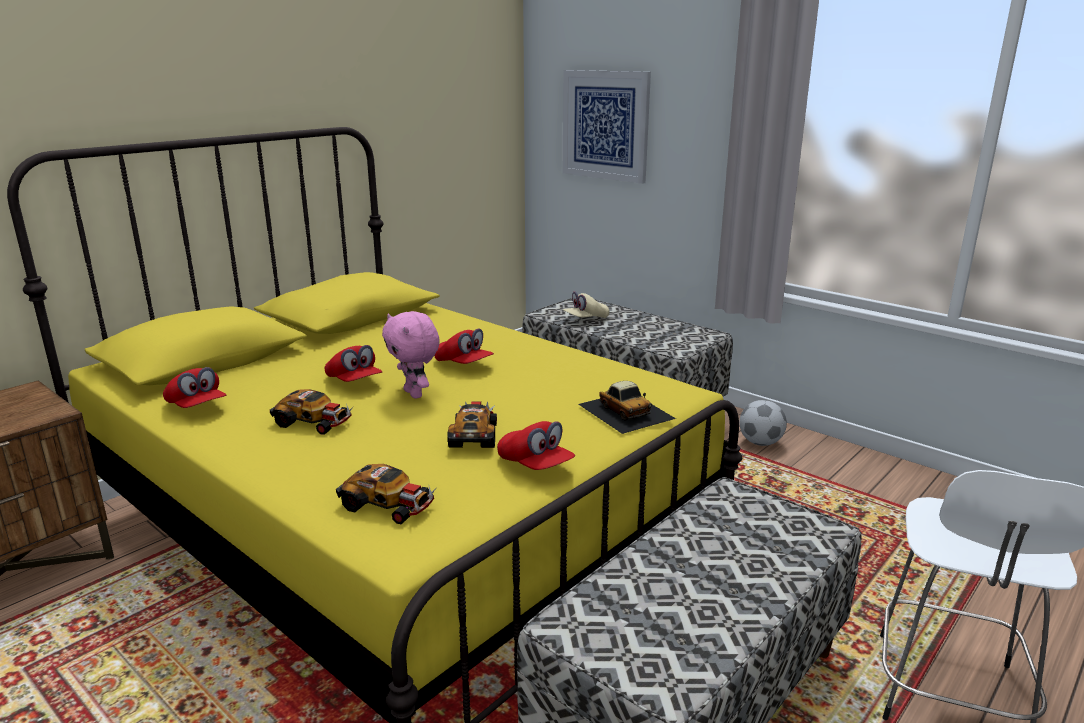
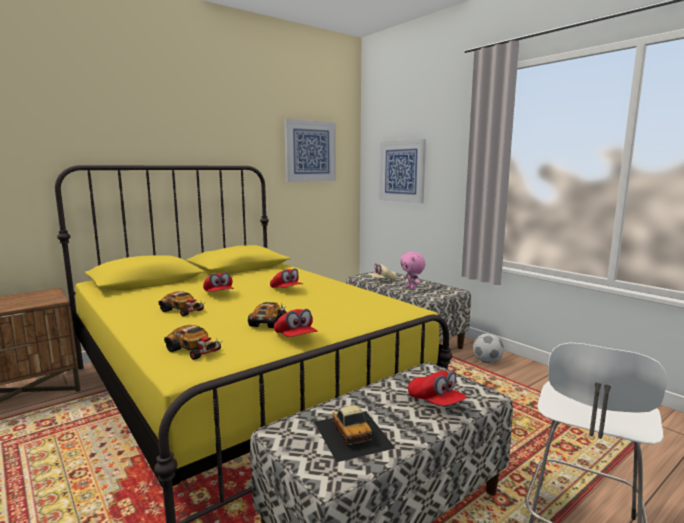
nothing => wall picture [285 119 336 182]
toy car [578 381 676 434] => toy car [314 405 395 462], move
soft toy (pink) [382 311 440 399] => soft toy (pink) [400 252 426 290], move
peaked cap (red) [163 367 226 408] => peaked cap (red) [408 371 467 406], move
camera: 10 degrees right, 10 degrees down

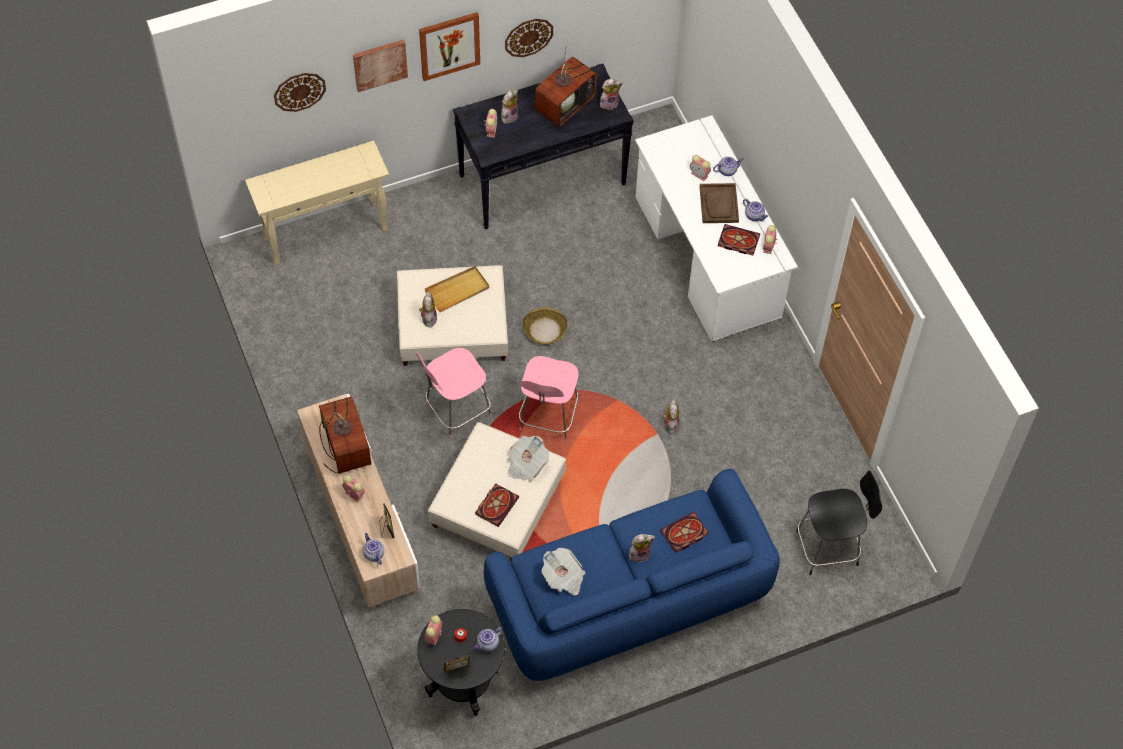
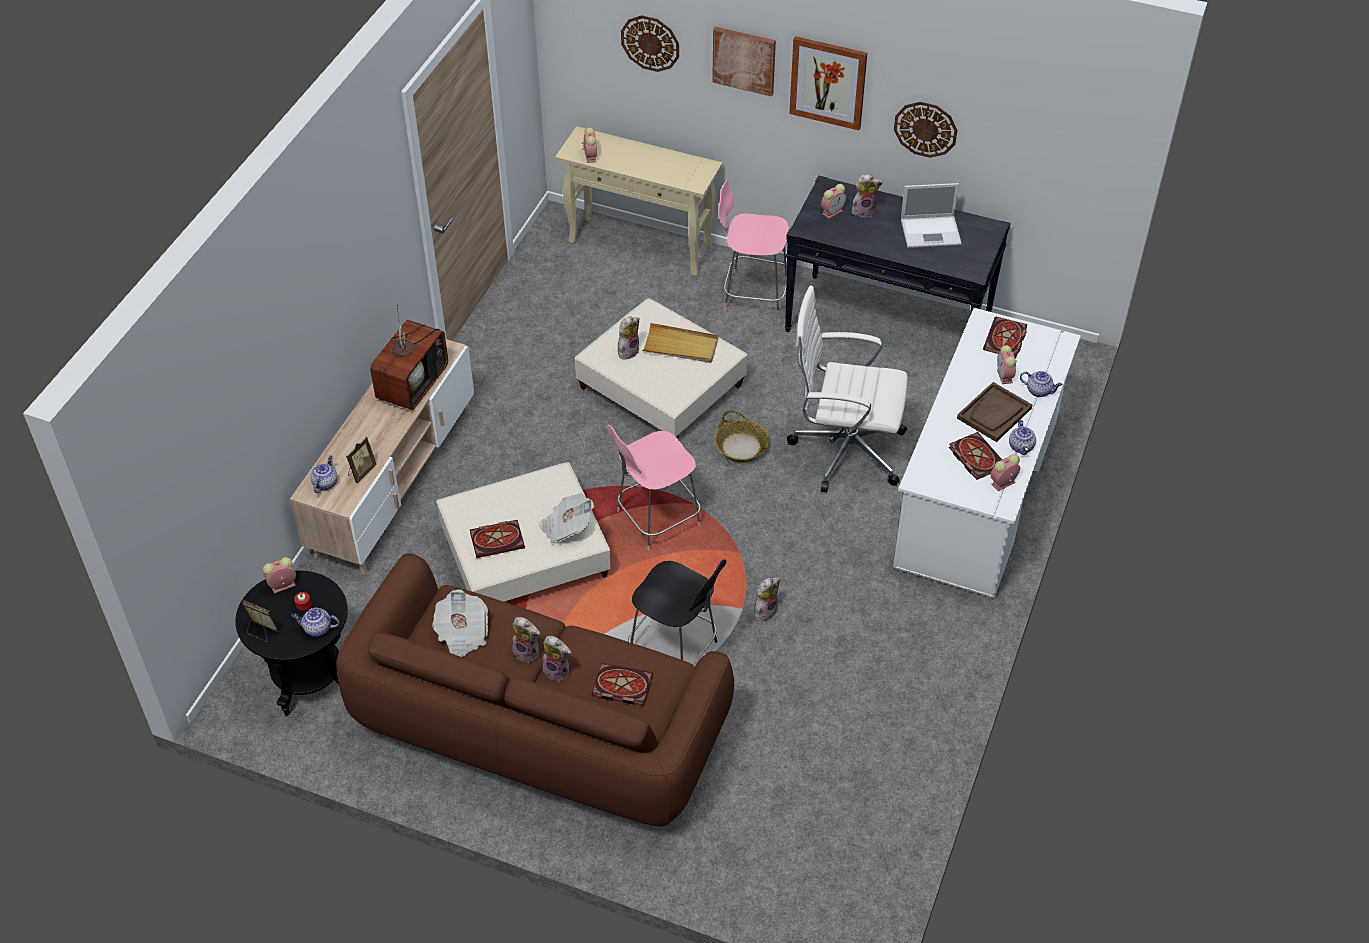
sofa (bluish) [484 469 780 681] => sofa (brown) [336 553 734 828]
soft toy [600 79 623 110] => soft toy [512 617 540 663], move
bedside clock [342 475 365 502] => bedside clock [582 127 597 163], move
sitting stool (black) [796 471 882 575] => sitting stool (black) [628 559 726 666], move
sitting stool (pink) [416 348 492 439] => sitting stool (pink) [718 179 789 317], move
nothing => office chair (whitish) [787 286 908 492]
TV [535 49 597 126] => notebook computer [901 183 962 248]
nothing => book [983 317 1028 358]
camera: 45 degrees right, 10 degrees down

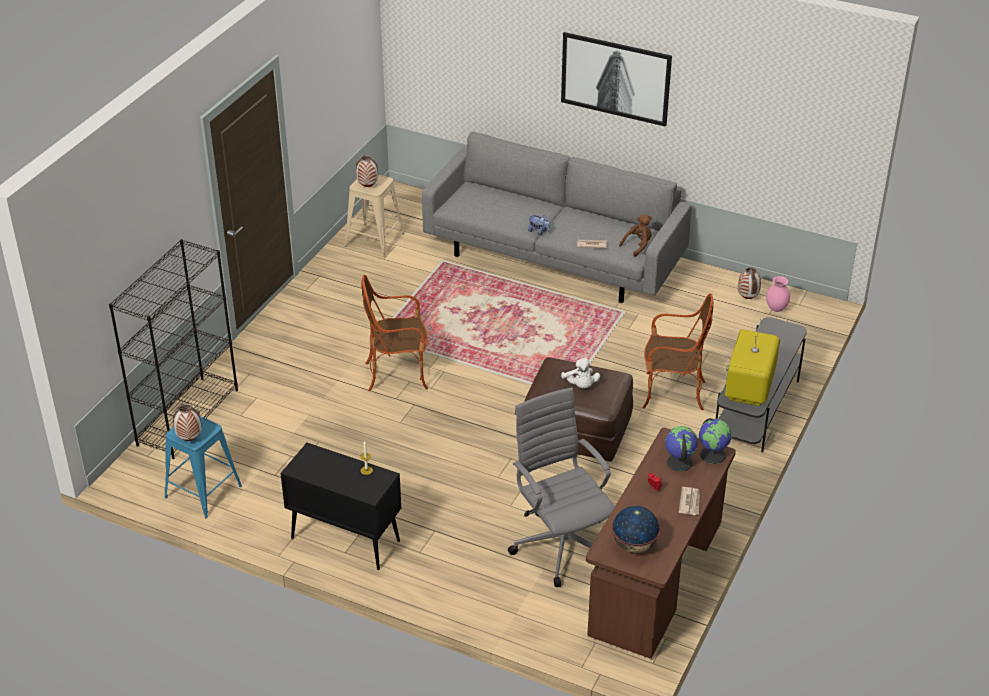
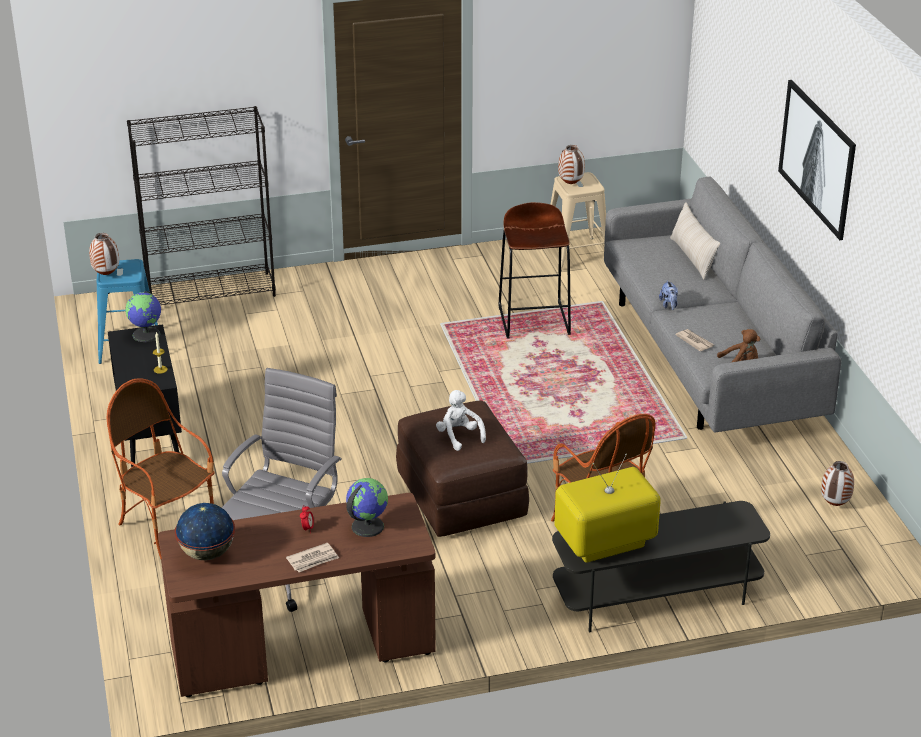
lounge chair [361 275 428 391] => lounge chair [107 378 214 559], move
world globe [699 418 732 464] => world globe [125 291 161 342], move
soft toy (whitish) [561 357 600 388] => soft toy (whitish) [436 390 486 451], 120 degrees clockwise
nothing => sitting stool (brown) [499 202 571 339]
nothing => throw pillow (sand-coloured) [670 202 720 279]
decorative vase (pink) [766 276 790 312] => nothing
camera: 50 degrees right, 5 degrees down

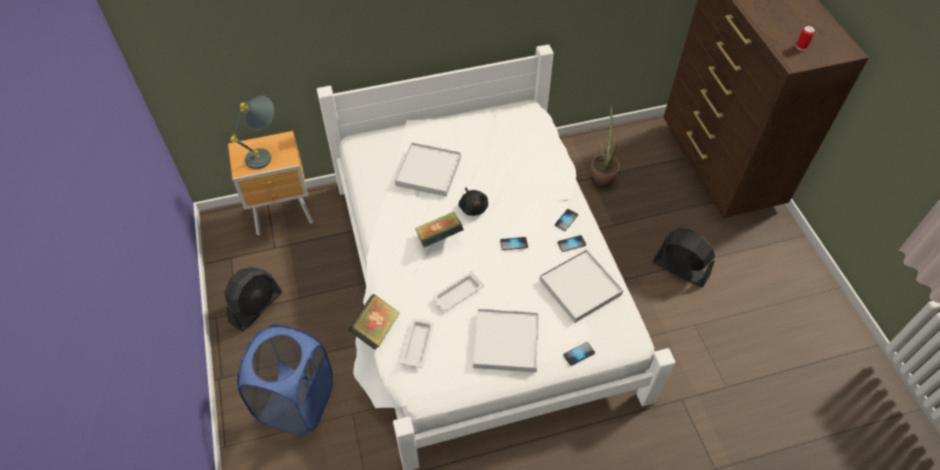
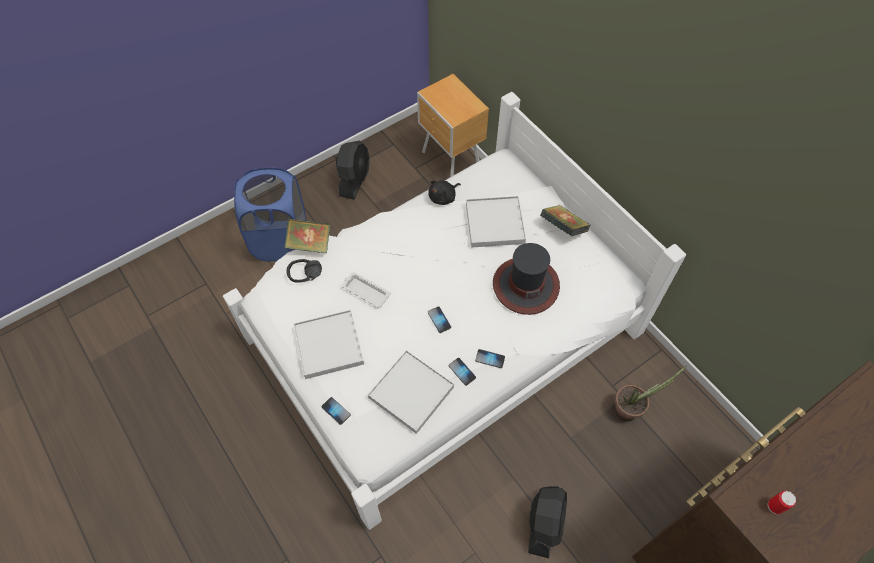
carrying tray (whitish) [400 318 434 368] => headset (black) [286 259 322 283]
electric fan (black) [224 267 282 332] => electric fan (black) [336 140 370 200], 90 degrees counterclockwise
soft toy (black) [459 188 488 216] => soft toy (black) [428 180 461 205], move
nothing => hat [493 243 560 315]
book [415 212 464 247] => book [540 205 590 236], move
table lamp (gray) [230 96 274 169] => nothing
camera: 70 degrees right, 5 degrees up

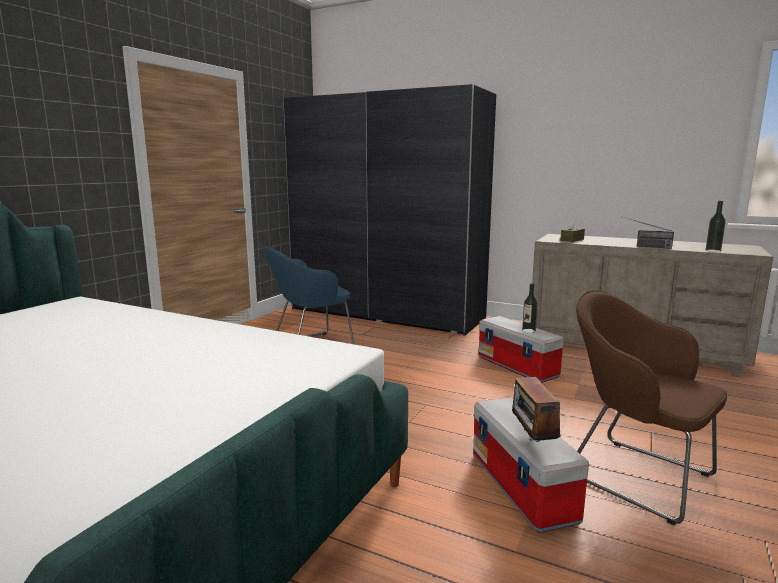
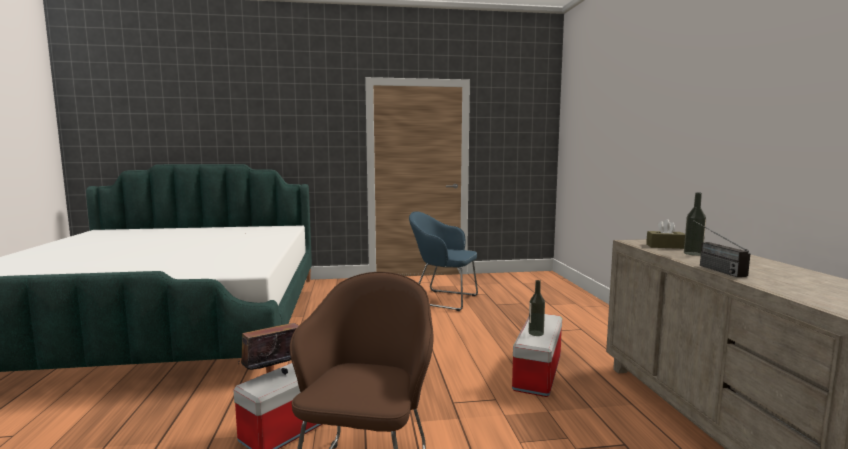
bottle [706 201 726 252] => bottle [684 193 706 256], move
armoire (gray) [283 84 496 336] => nothing
camera: 55 degrees right, 5 degrees down

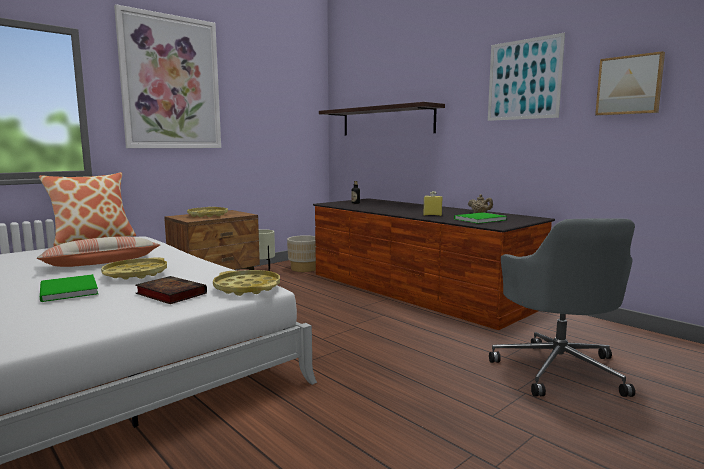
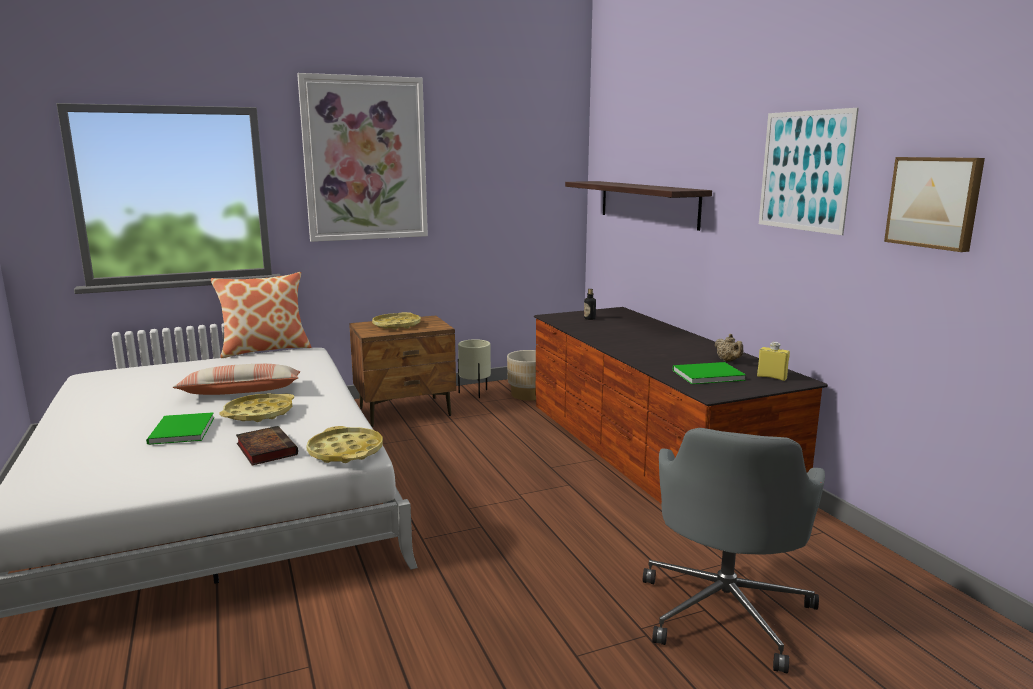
bottle (yellow-coloured) [423 191 443 216] => bottle (yellow-coloured) [757 342 790 381], move
camera: 20 degrees right, 5 degrees up

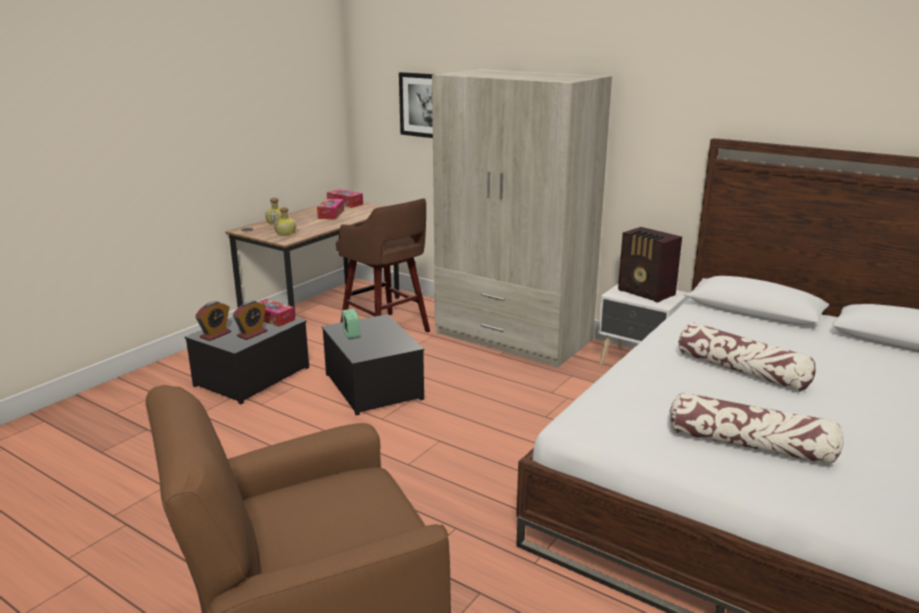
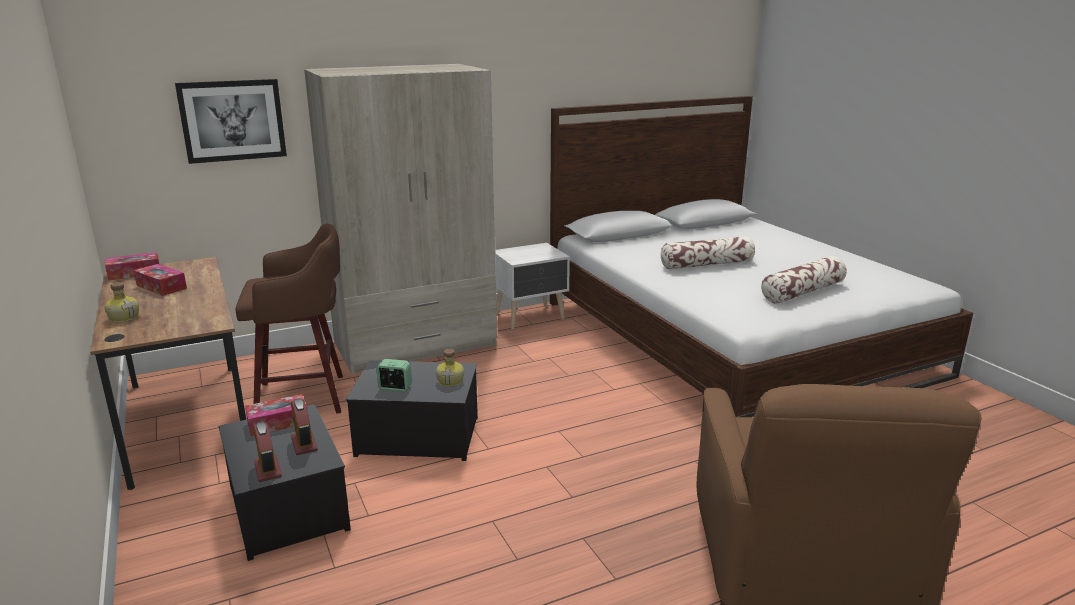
bottle [274 207 296 235] => bottle [436 349 464 387], move
radio receiver [618 227 682 303] => nothing
camera: 60 degrees left, 0 degrees up

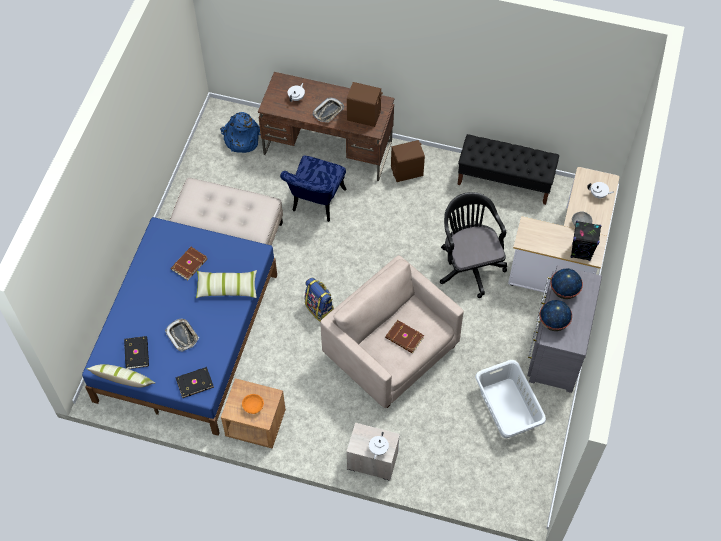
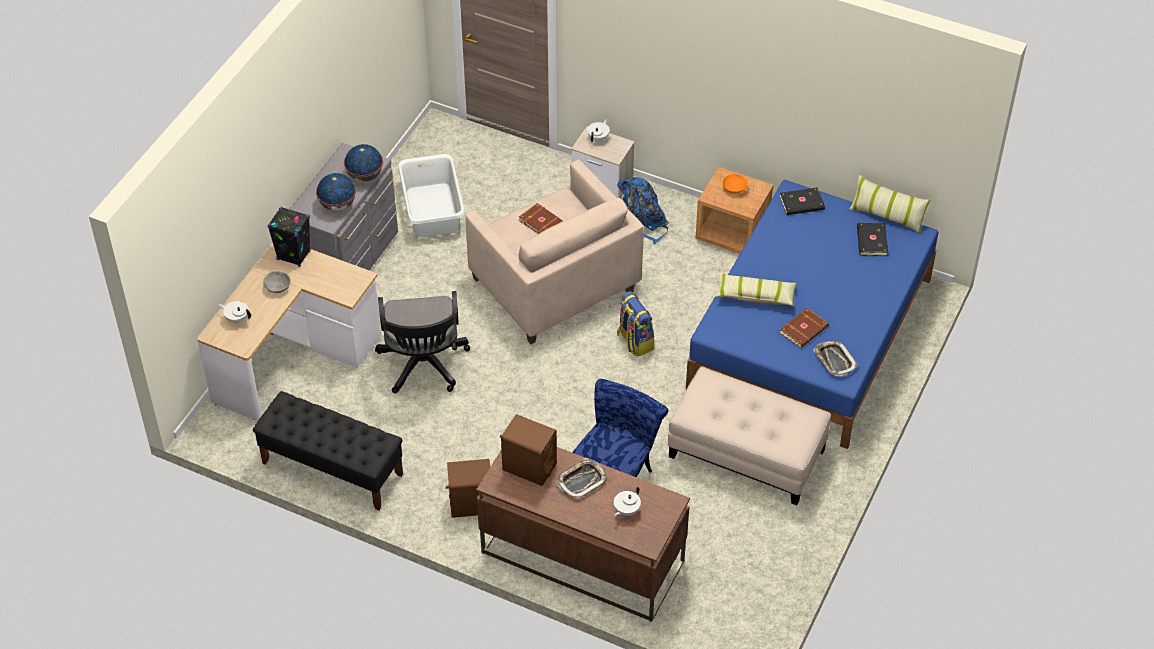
rucksack (bluish) [220 112 261 153] => rucksack (bluish) [617 177 669 244], move
carrying tray [165 319 199 352] => carrying tray [814 340 858 377], move
camera: 170 degrees left, 10 degrees down

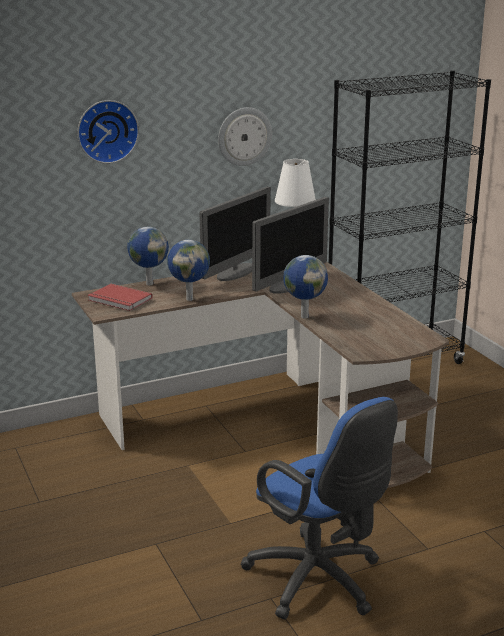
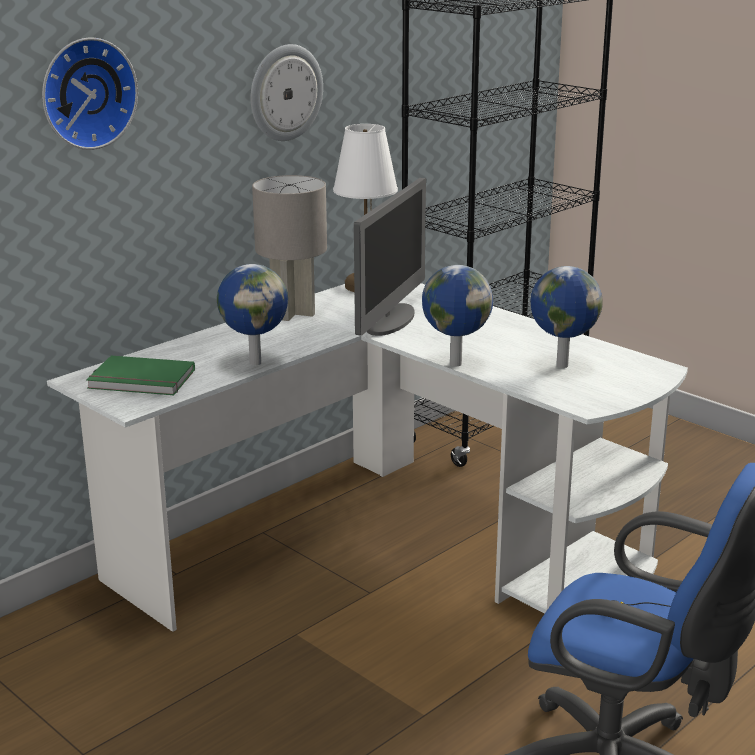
desk table (brown) [72 262 449 488] => desk table (whitish) [47 283 688 632]
book (red) [87 284 153 311] => book (green-coloured) [86 356 195 395]
computer screen [200 187 271 281] => table lamp (gray) [252 175 327 321]
world globe [127 227 169 285] => world globe [530 266 603 368], move
camera: 20 degrees left, 0 degrees up

